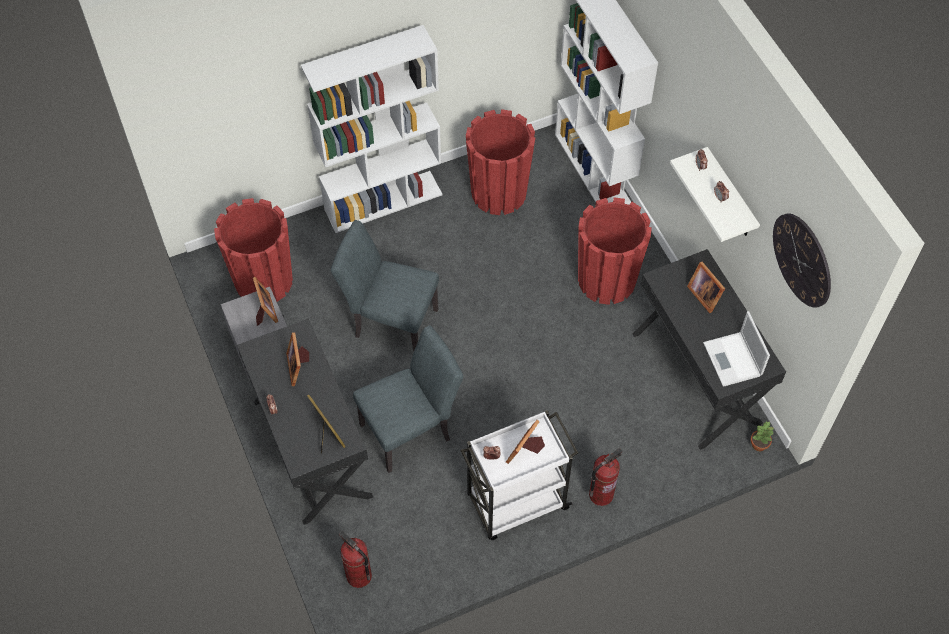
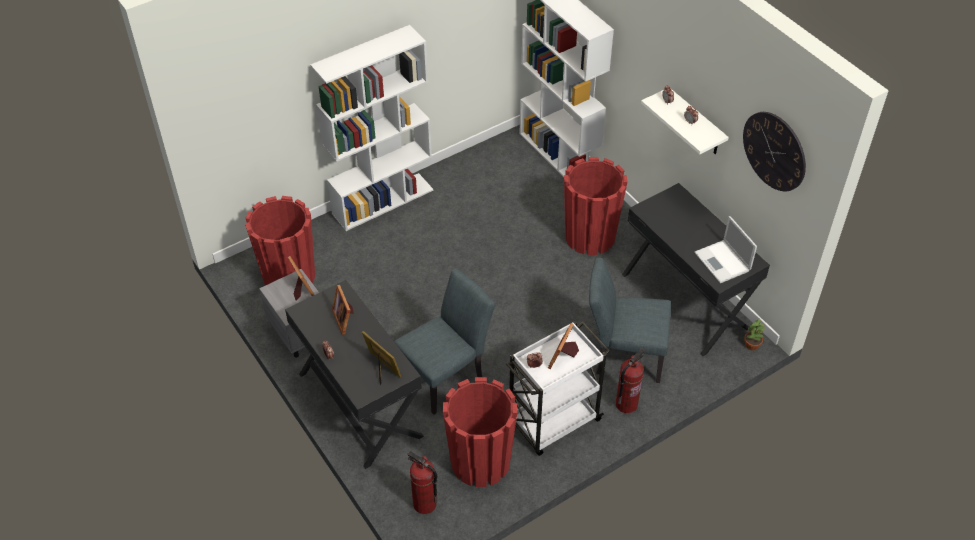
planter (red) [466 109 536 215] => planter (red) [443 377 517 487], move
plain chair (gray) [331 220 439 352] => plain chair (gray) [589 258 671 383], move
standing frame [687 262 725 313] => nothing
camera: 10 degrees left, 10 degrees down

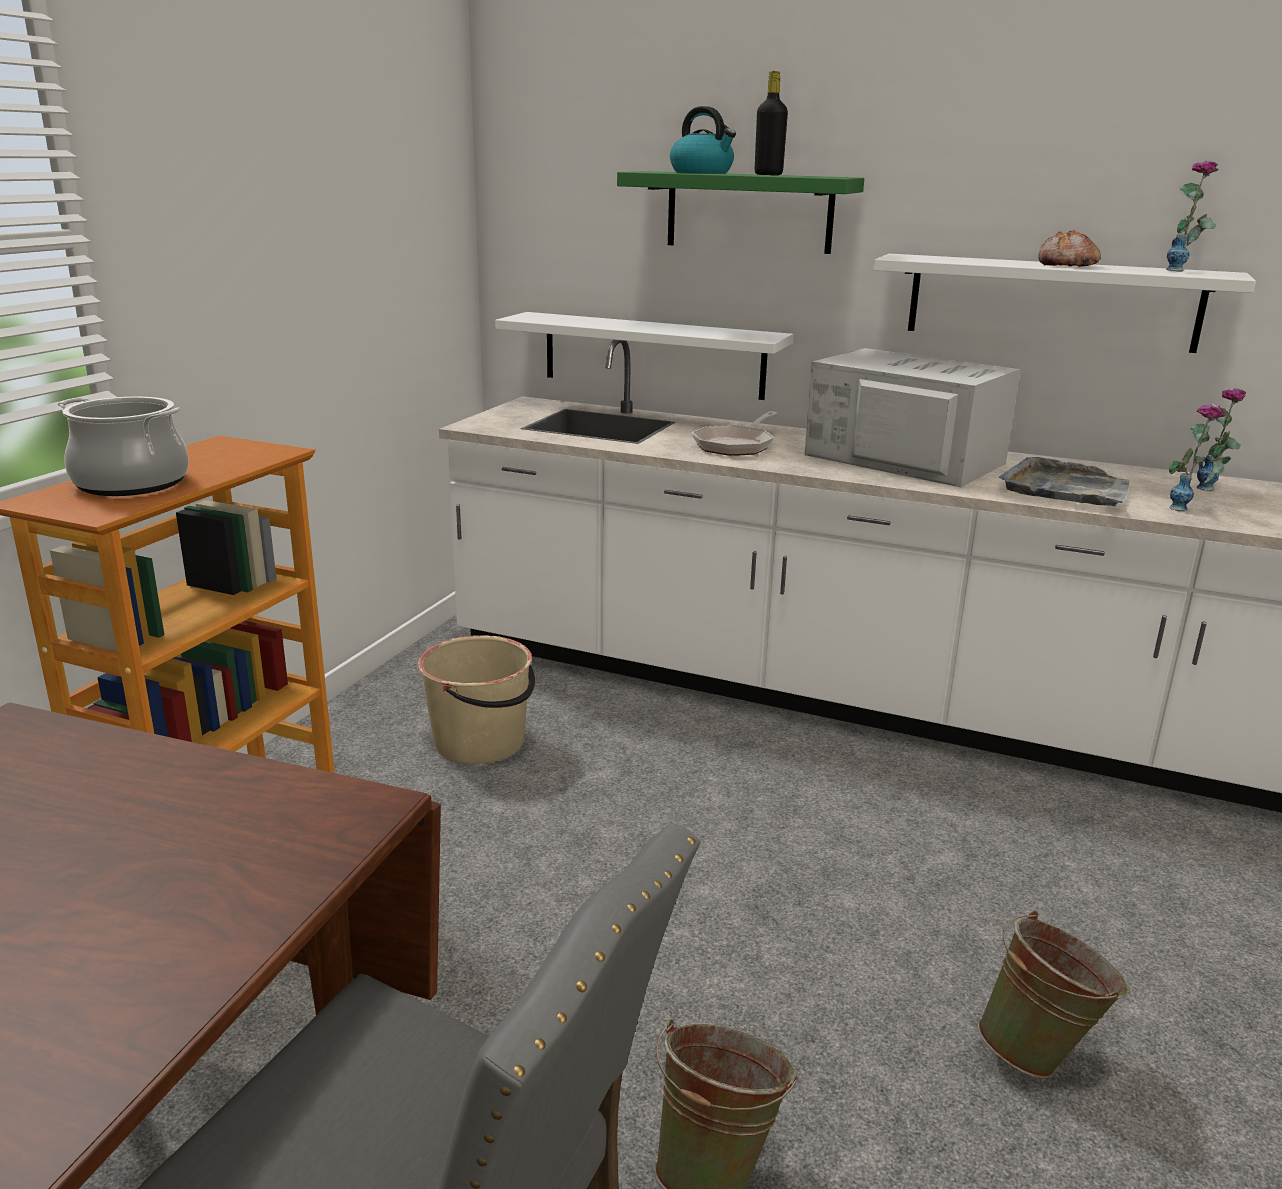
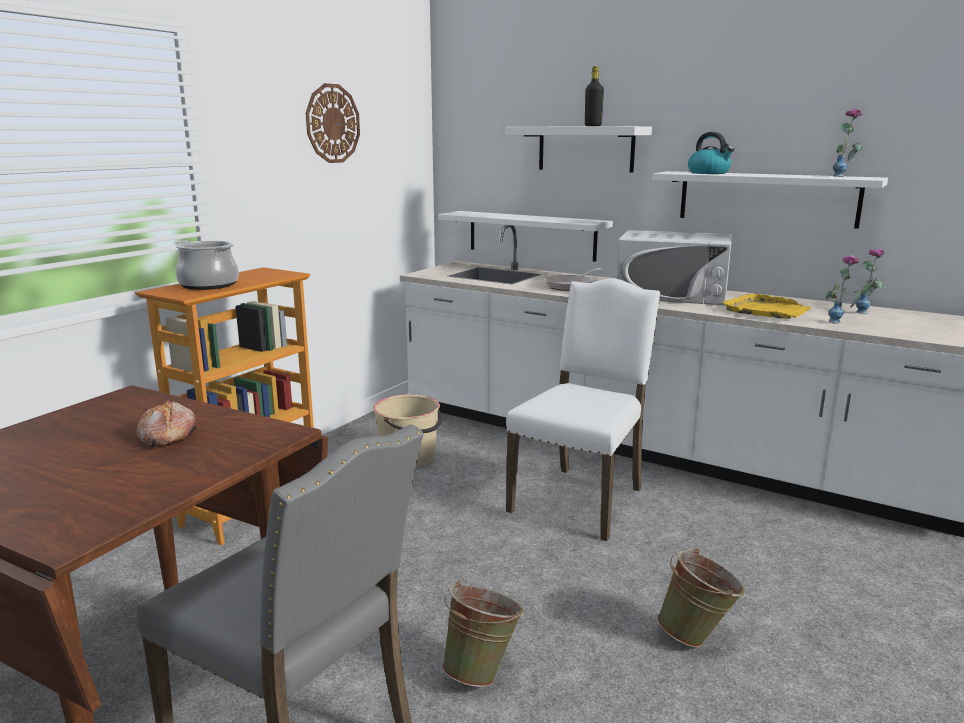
bread [1038 230 1101 267] => bread [137 400 197 447], move
nothing => hanging clock [306 83 360 163]
bracket shelf (green-coloured) [617 171 864 254] => bracket shelf (whitish) [505 126 652 172]
nothing => plain chair (whitish) [506 278 660 541]
microwave oven (whitish) [804 348 1021 487] => microwave oven (whitish) [617 230 732 305], 150 degrees clockwise
water kettle [670 106 736 174] => water kettle [688 132 734 174], move
carrying tray (gray) [999 457 1130 506] => carrying tray (yellow-coloured) [722 293 812 319]
camera: 10 degrees right, 5 degrees down

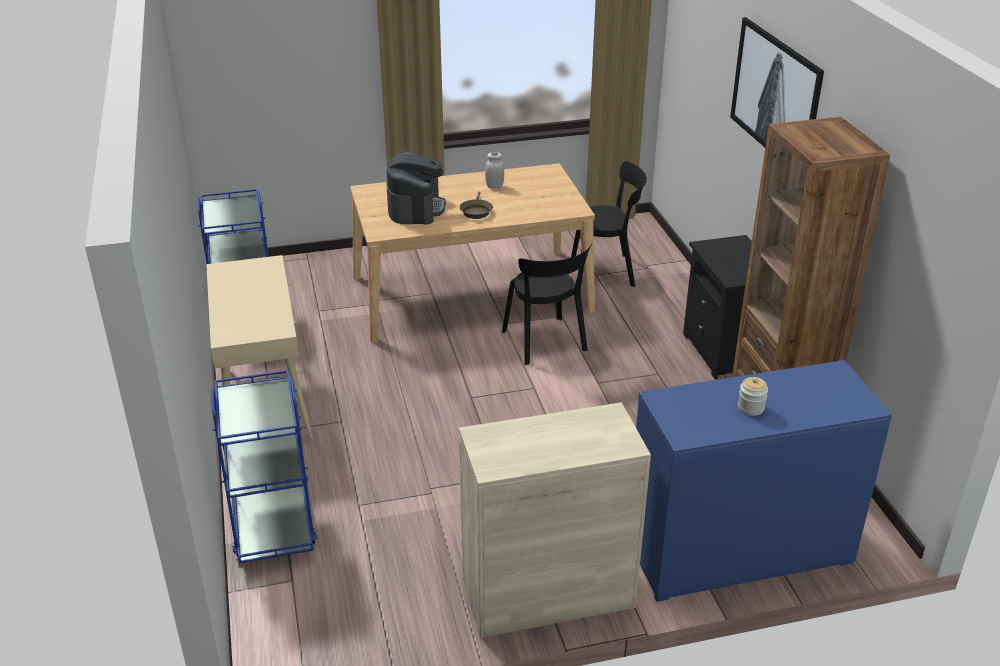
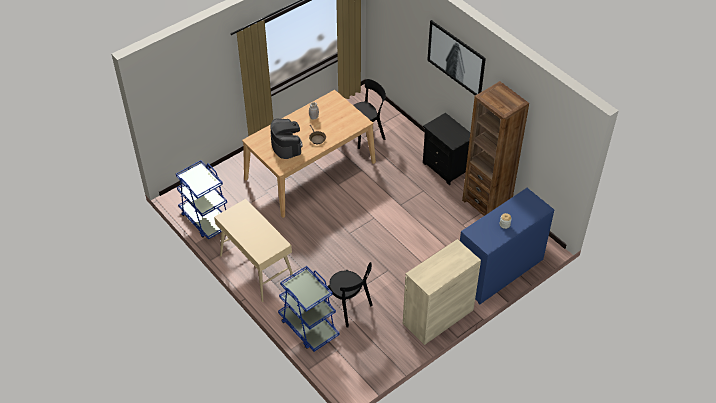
plain chair (black) [502 244 592 365] => plain chair (black) [326 262 373 328], move
camera: 25 degrees left, 15 degrees up

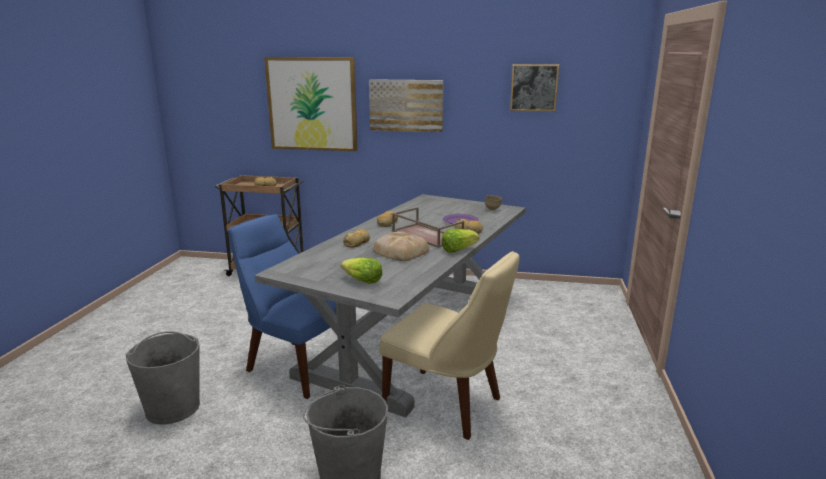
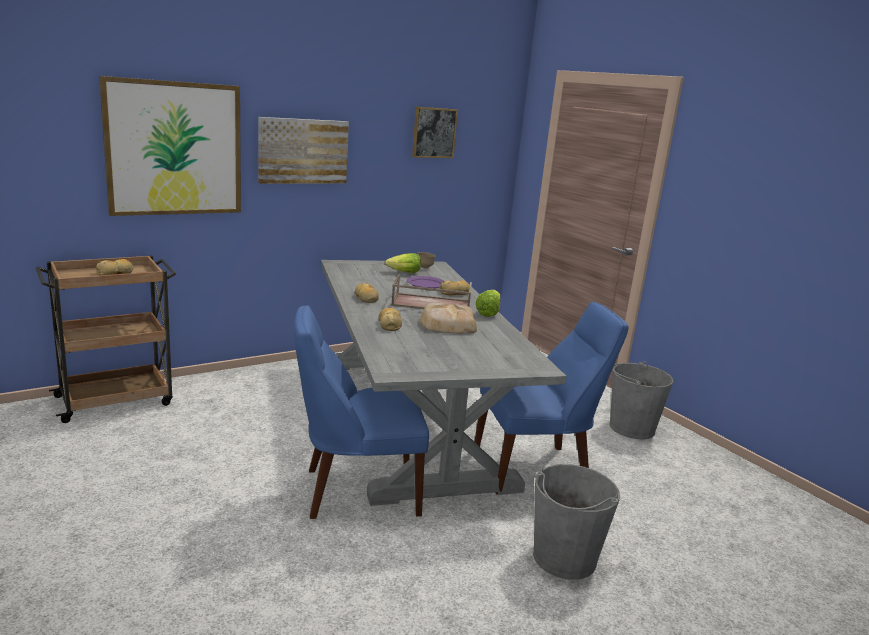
head of lettuce [341 257 382 284] => head of lettuce [385 253 421 273], move
plain chair (sand-coloured) [380 251 520 440] => plain chair (bluish) [474 302 629 495]
pail (gray) [126 331 200 425] => pail (gray) [609 361 673 439], move
camera: 45 degrees left, 0 degrees up

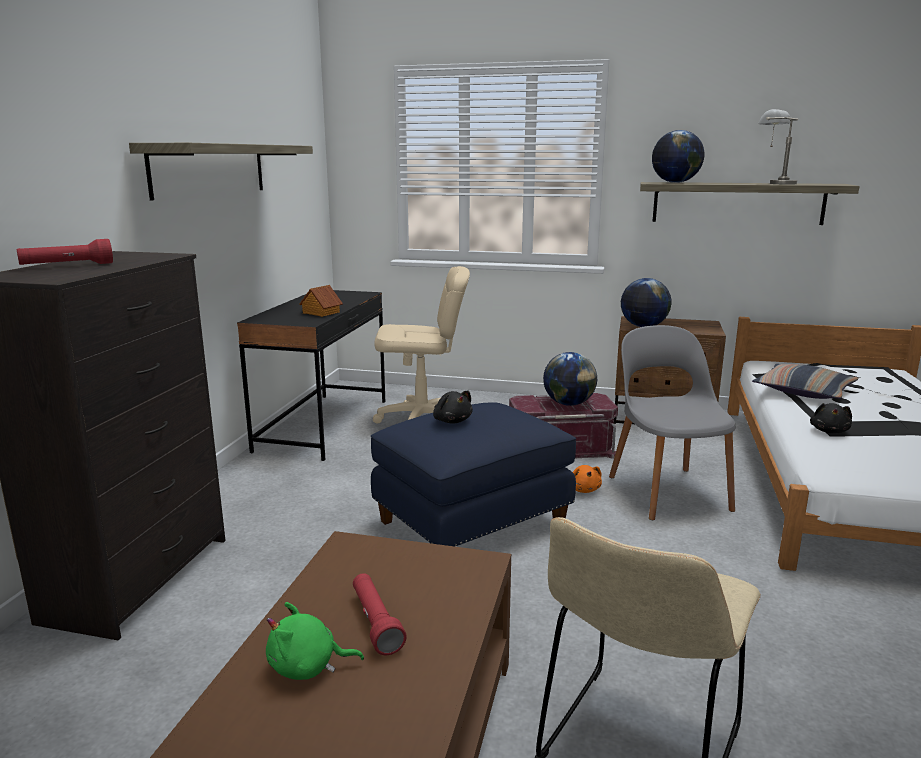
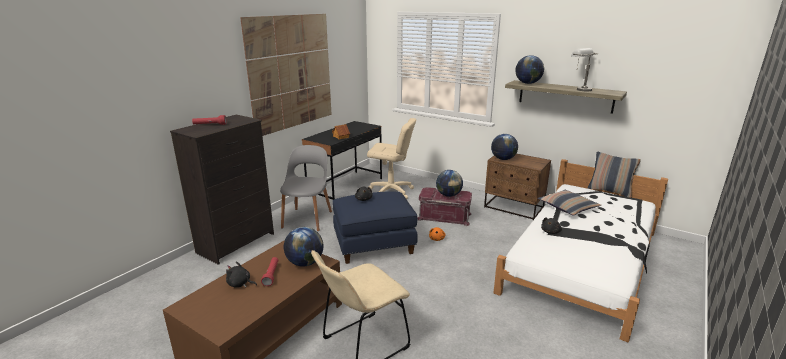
soft toy (green-coloured) [266 602 364 680] => soft toy (black) [226 261 257 288]
bracket shelf [129 143 313 201] => wall picture [240 14 332 136]
plain chair (gray) [609 325 736 520] => plain chair (gray) [280 145 332 231], move
nothing => world globe [284 227 323 267]
nothing => throw pillow [588 152 641 198]
camera: 20 degrees right, 5 degrees up

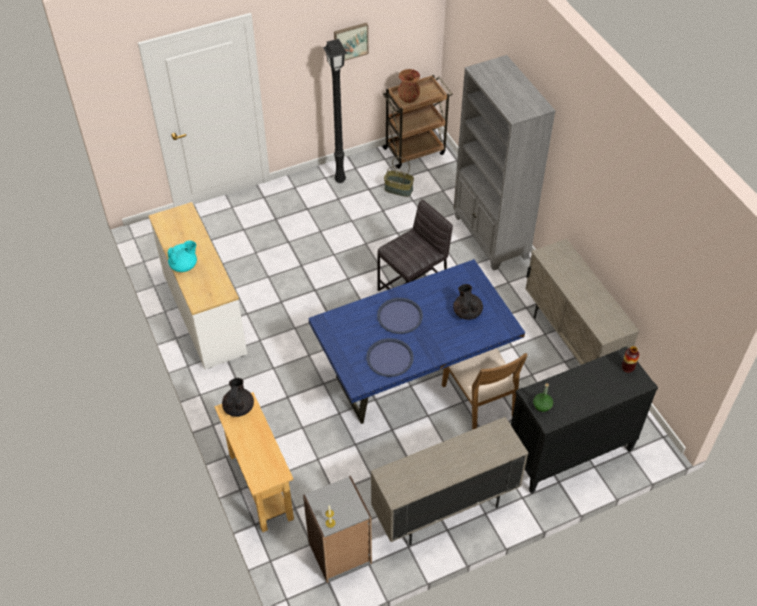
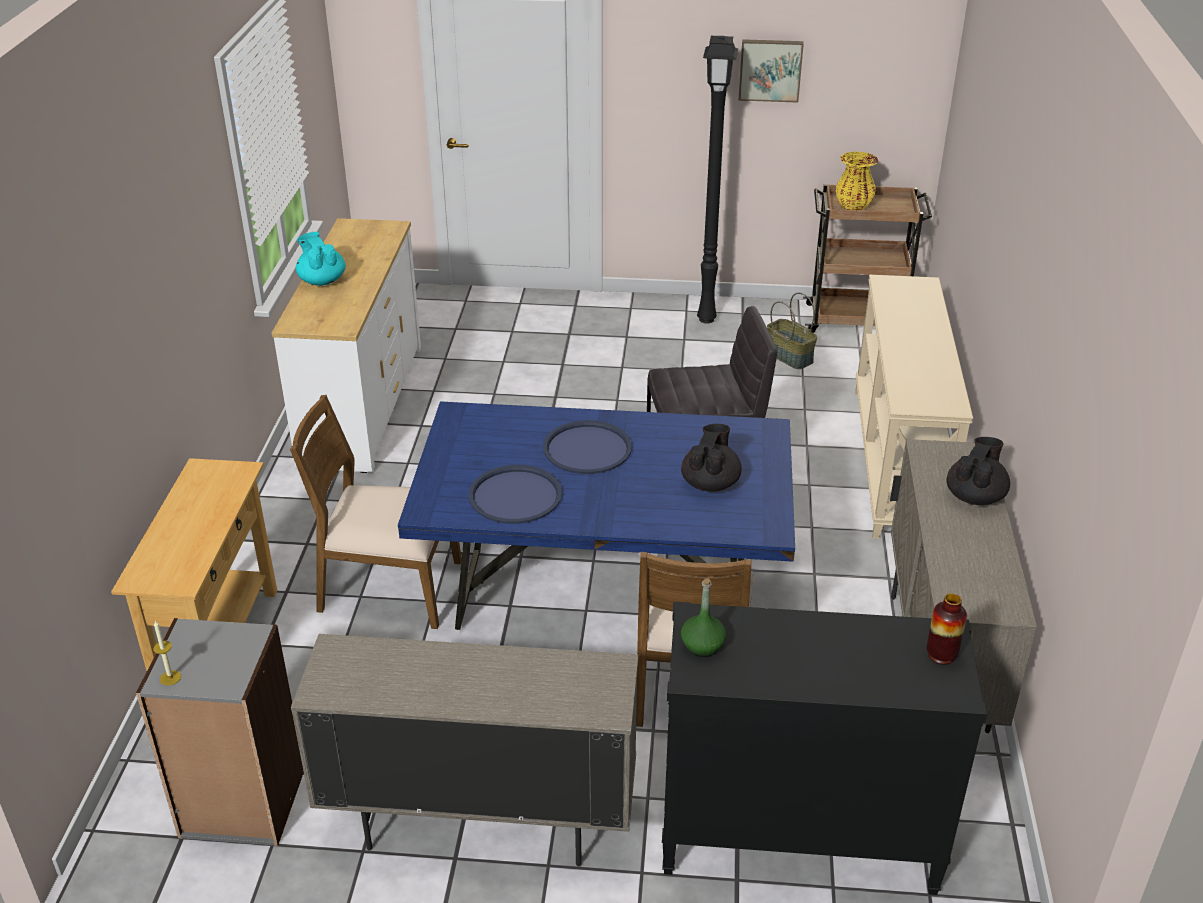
nothing => plain chair (brown) [290 395 462 629]
teapot (turquoise-coloured) [168 241 197 272] => teapot (turquoise-coloured) [296 232 346 286], 120 degrees counterclockwise
decorative vase (brown) [398 69 420 103] => decorative vase (yellow-coloured) [835 152 879 210]
shelving unit (gray) [453 55 556 271] => console table (sand-coloured) [855 275 973 539]
teapot (black) [222 378 254 417] => teapot (black) [946 437 1010 505], move
camera: 30 degrees right, 15 degrees down

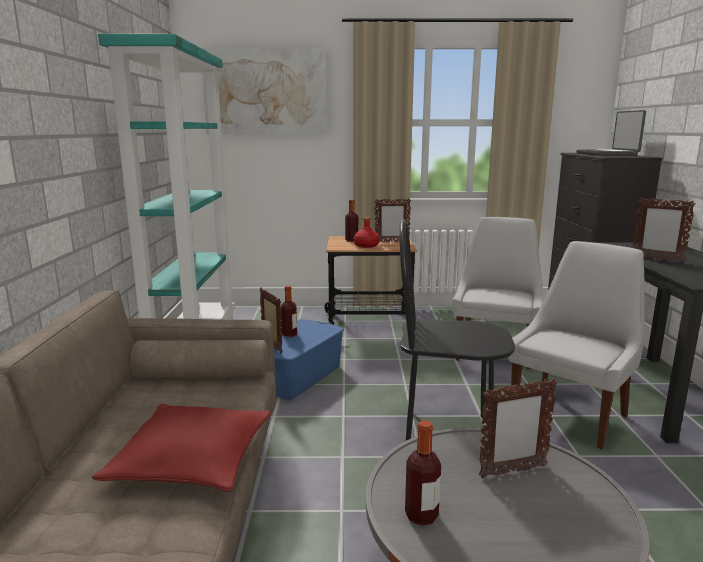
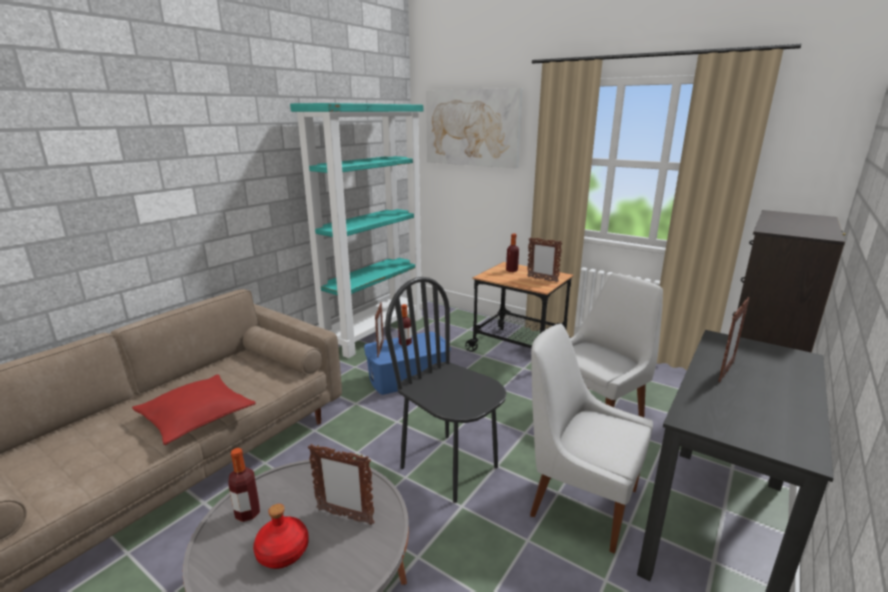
bottle (red) [353 217 380 248] => bottle (red) [253 504 309 569], move
plain chair (whitish) [508 241 645 449] => plain chair (whitish) [530 323 653 554], 135 degrees counterclockwise
standing frame [633 198 696 262] => standing frame [719 297 750 382], 120 degrees counterclockwise
notebook computer [576 110 646 156] => nothing
camera: 35 degrees right, 5 degrees up

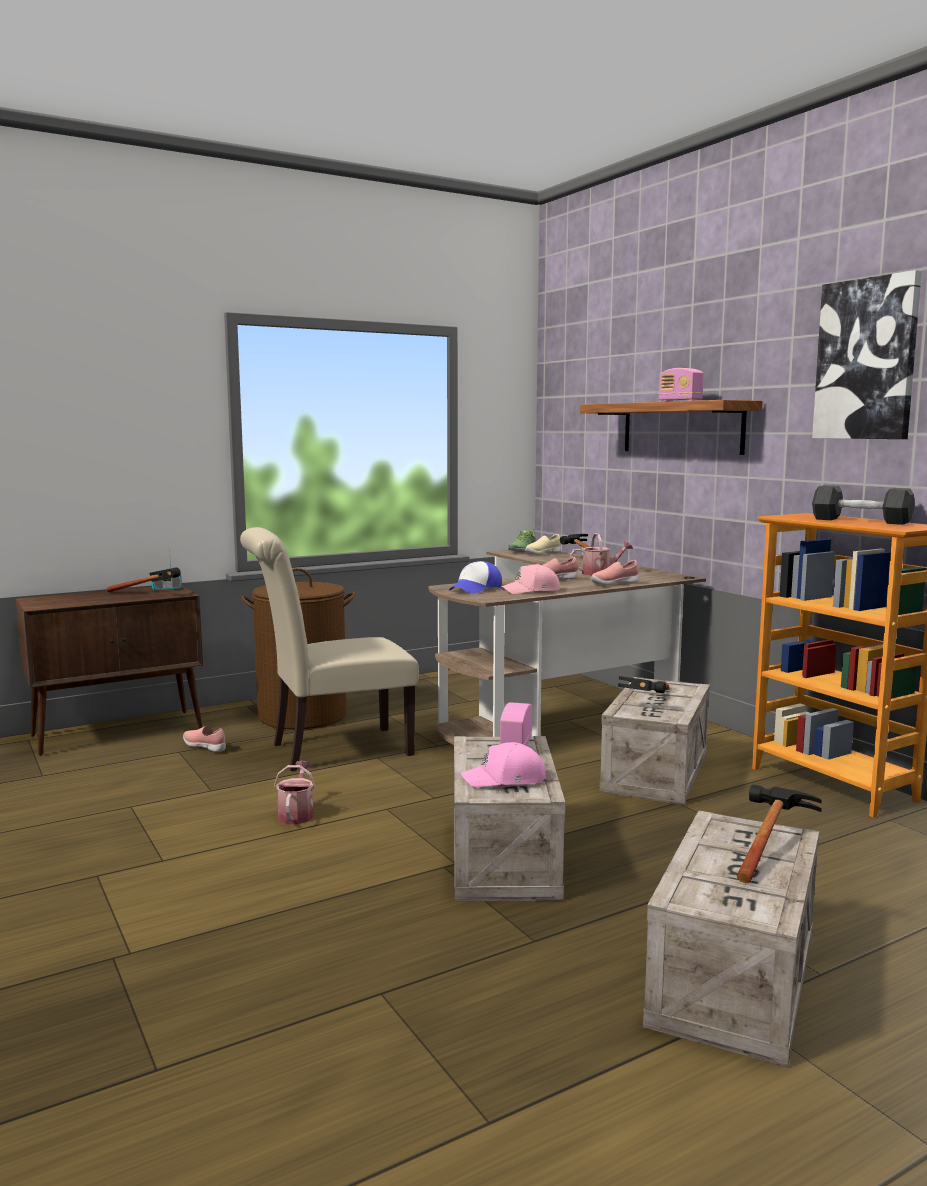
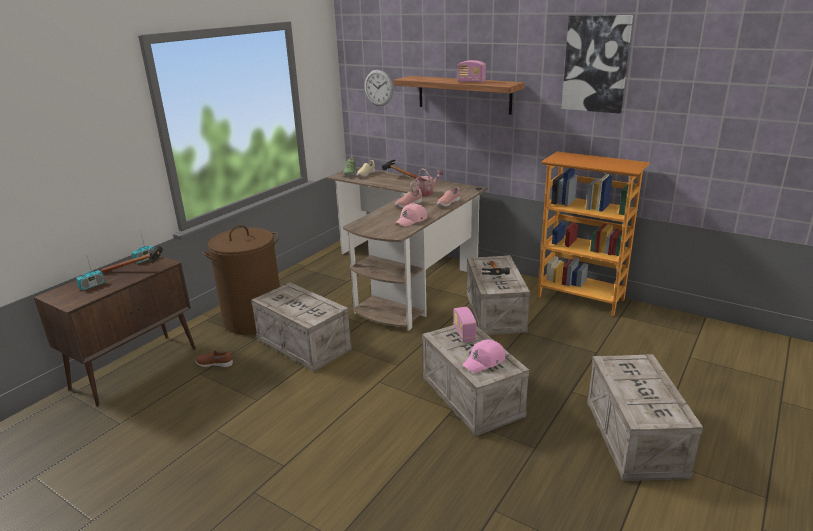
nothing => radio receiver [76 257 105 290]
low shoe (pink) [183 725 226 752] => low shoe (brown) [195 351 233 367]
plain chair (sand-coloured) [240 527 419 771] => packing crate [251 282 352 372]
nothing => hanging clock [365 70 393 106]
sprinkling can [274 761 315 824] => nothing
peaked cap [449 561 502 594] => nothing
tool hammer [737 785 822 883] => nothing
dumbbell (black) [812 485 915 525] => nothing
camera: 25 degrees left, 15 degrees up

